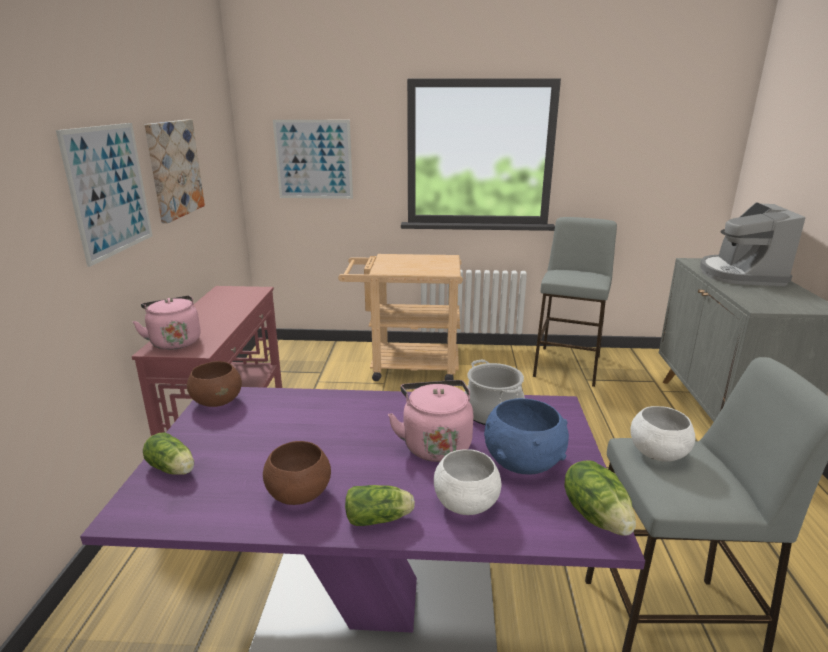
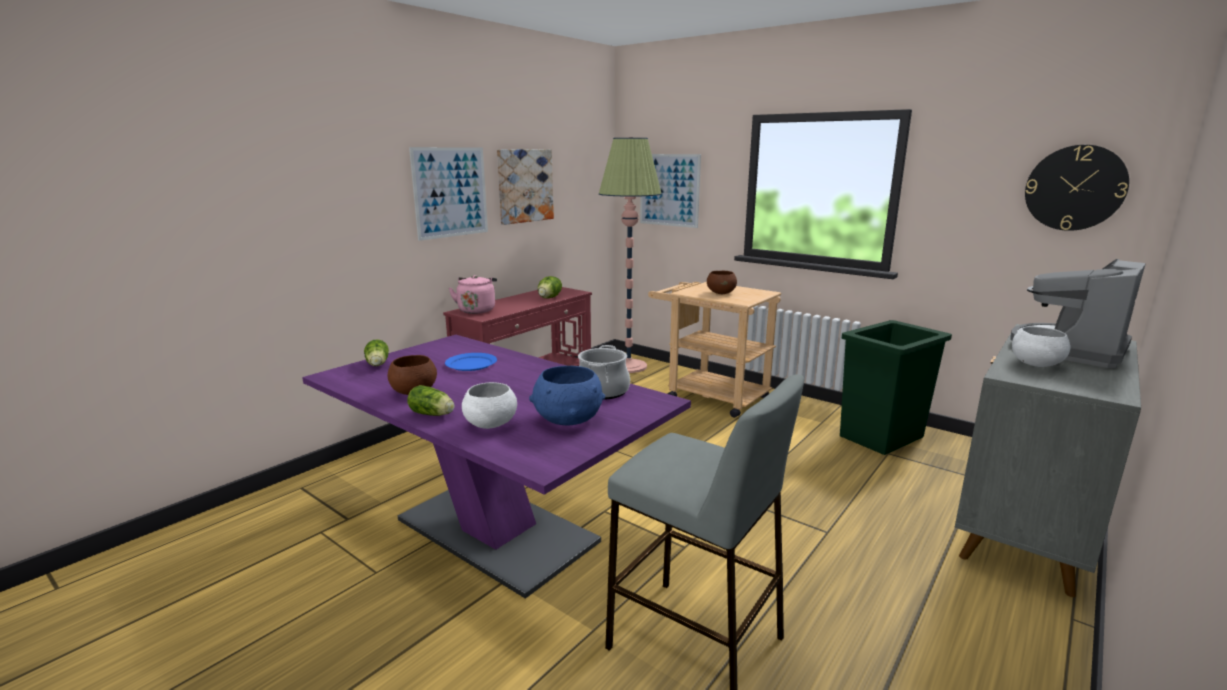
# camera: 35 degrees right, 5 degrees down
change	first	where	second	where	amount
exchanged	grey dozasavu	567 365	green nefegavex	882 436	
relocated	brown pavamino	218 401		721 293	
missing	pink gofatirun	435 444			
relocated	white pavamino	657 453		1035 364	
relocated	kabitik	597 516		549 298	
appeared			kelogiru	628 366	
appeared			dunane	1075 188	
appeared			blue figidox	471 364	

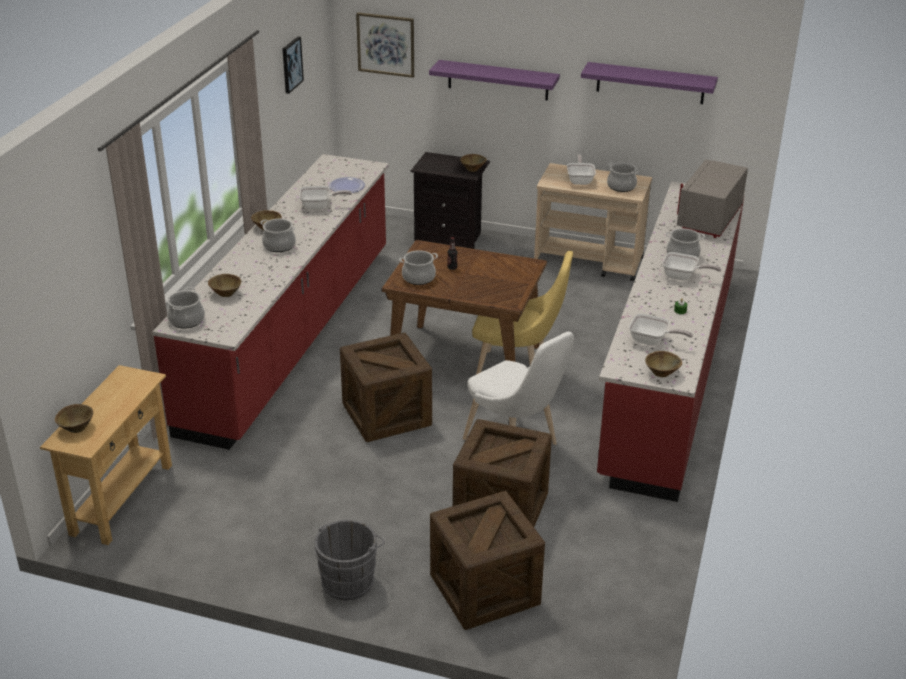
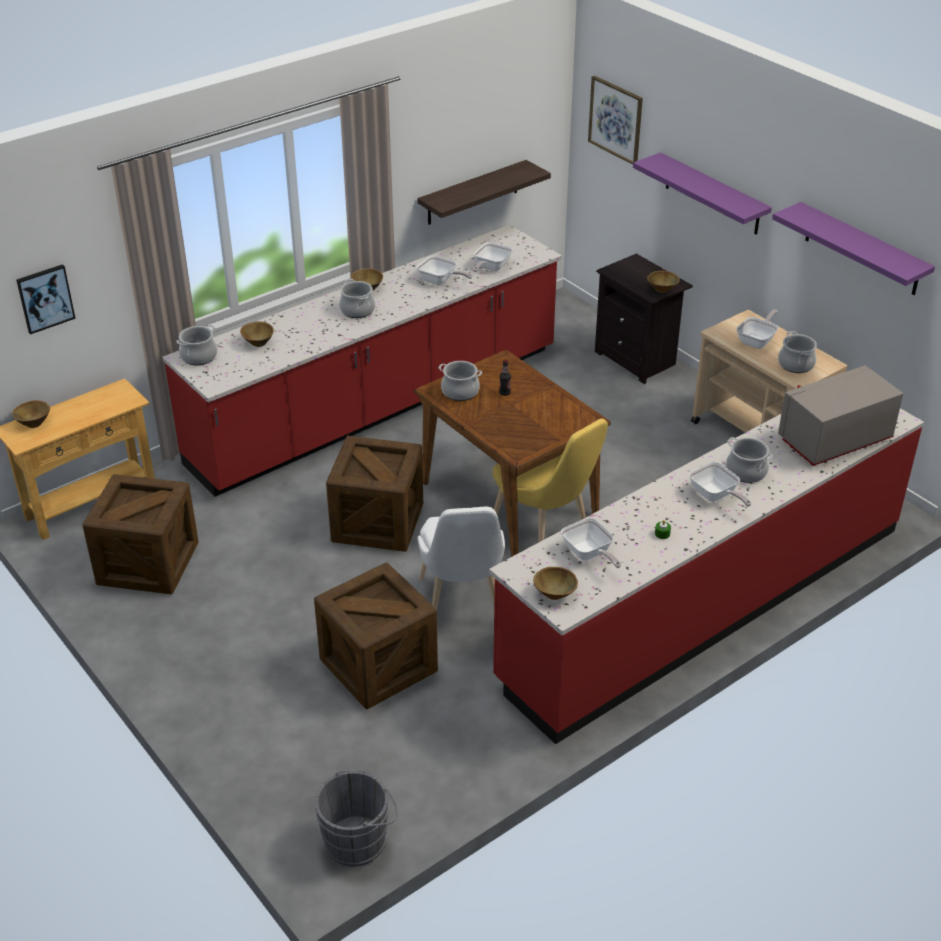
# camera: 35 degrees right, 5 degrees up
change	first	where	second	where	amount
relocated	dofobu	291 64		45 298	
exchanged	figidox	346 186	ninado	490 268	
relocated	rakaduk	484 590		148 563	
relocated	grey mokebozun	350 580		359 840	
appeared			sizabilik	473 193	

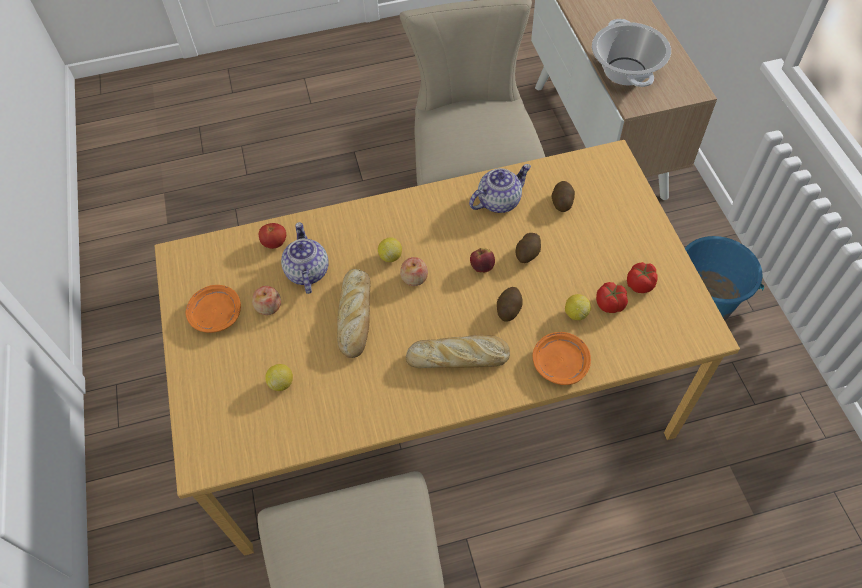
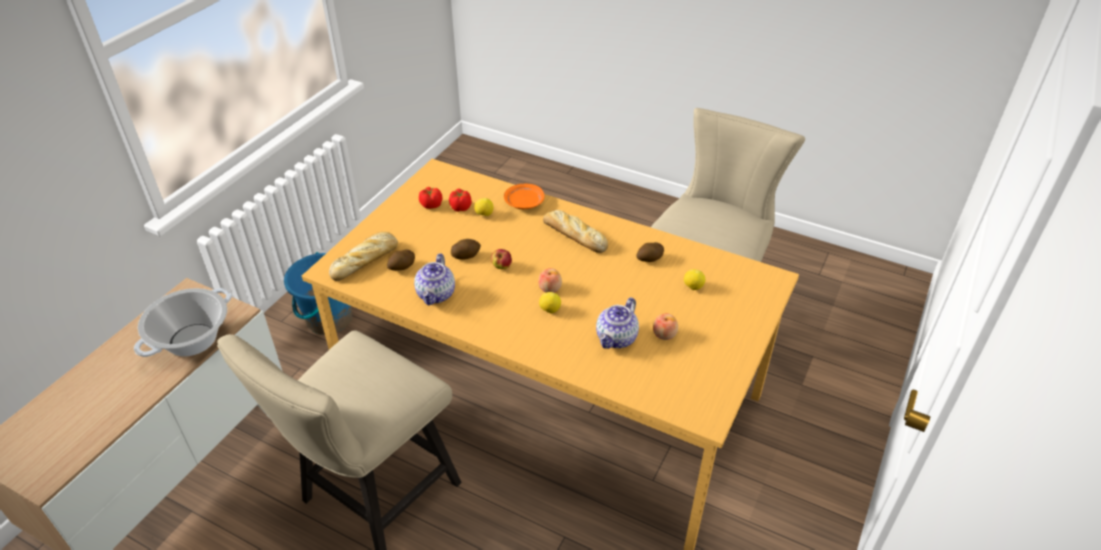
# camera: 140 degrees left, 15 degrees down
change	first	where	second	where	amount
spun	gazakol	499 201		436 294	90 degrees counterclockwise
missing	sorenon	275 243			
relocated	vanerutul	355 317		366 260	
missing	orange figidox	215 314			
relocated	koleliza	508 309		649 259	

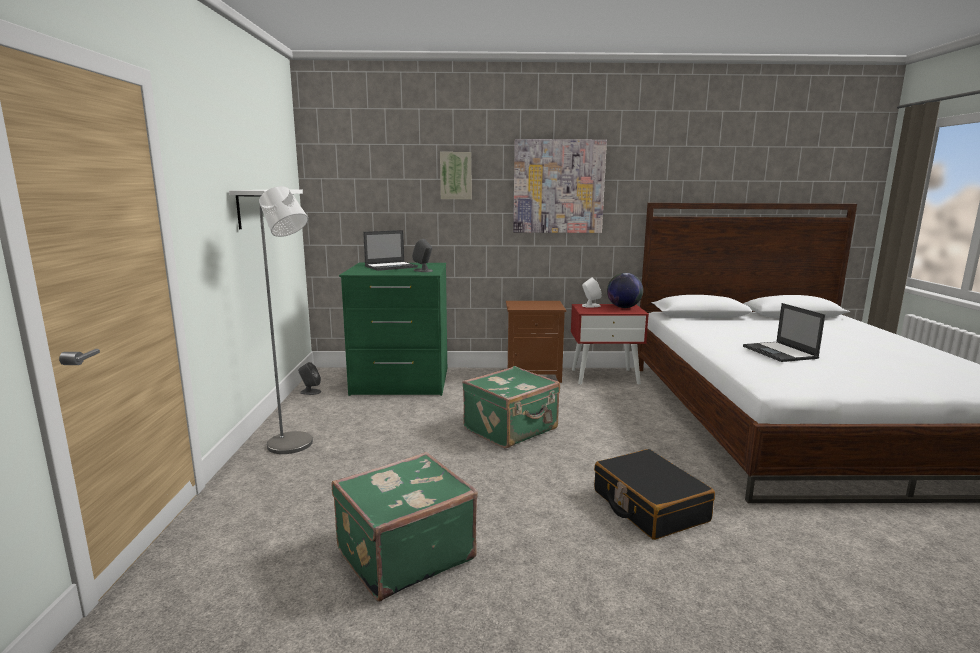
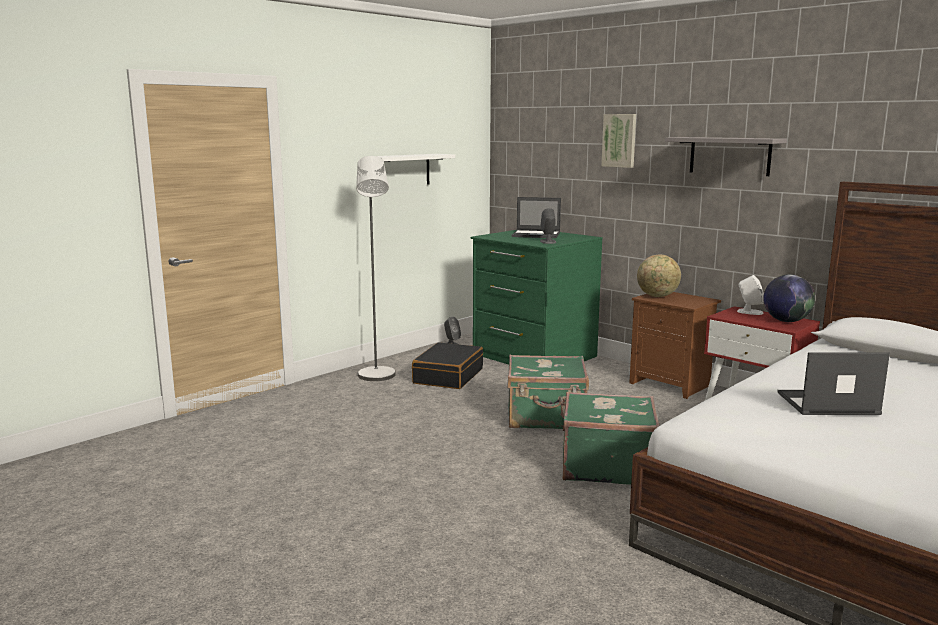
# camera: 45 degrees right, 0 degrees up
change	first	where	second	where	amount
exchanged	dofobu	558 187	grey sizabilik	729 156	
spun	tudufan	780 352		826 403	60 degrees clockwise
relocated	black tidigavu	649 506		448 376	
relocated	green tidigavu	403 553		606 466	
appeared			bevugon	657 296	

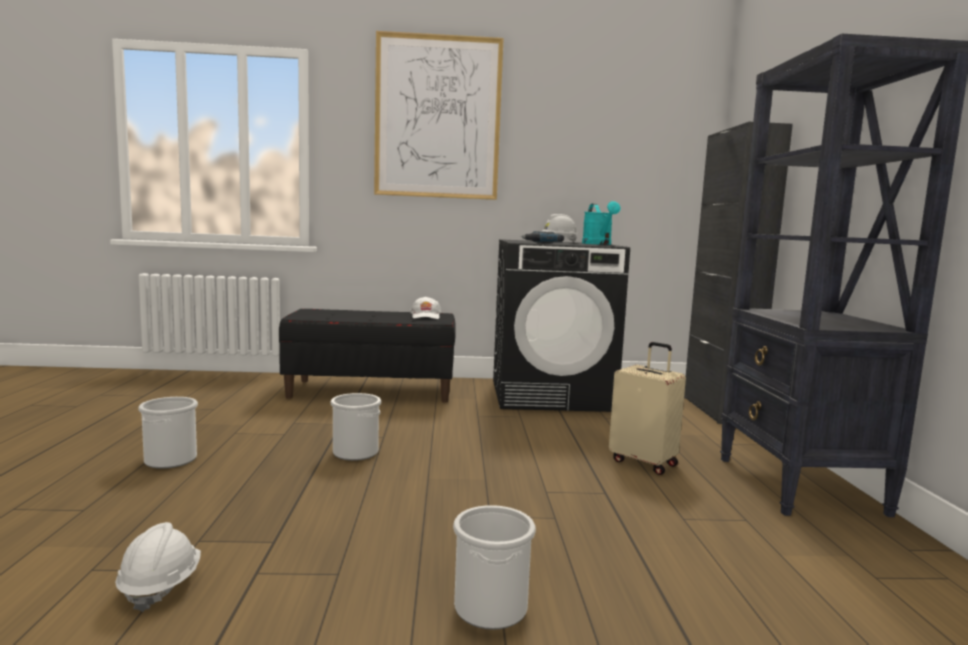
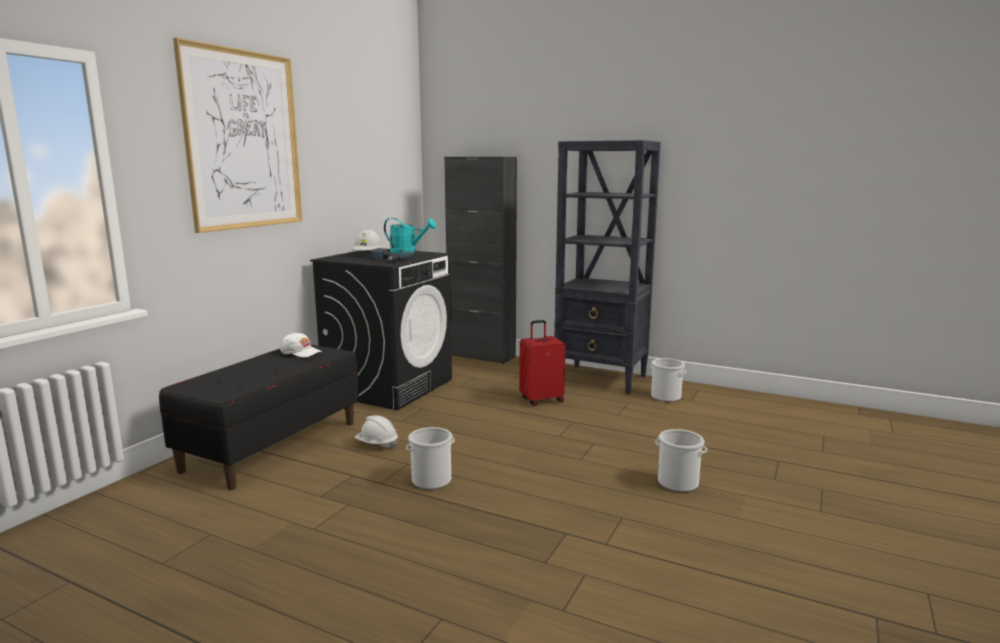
# camera: 60 degrees left, 5 degrees up
change	first	where	second	where	amount
colour	beige tidigavu	644 462	red tidigavu	541 400	
relocated	mokebozun	170 460		665 397	
relocated	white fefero	160 586		377 445	

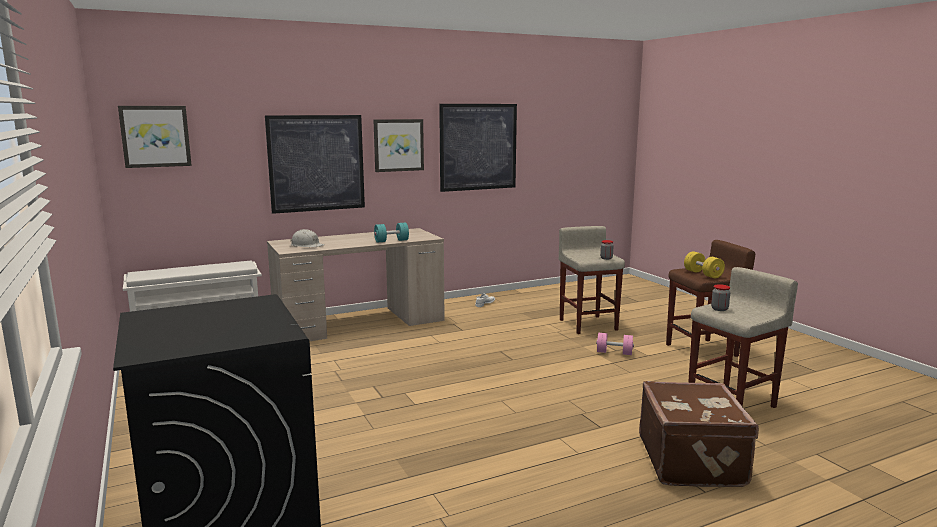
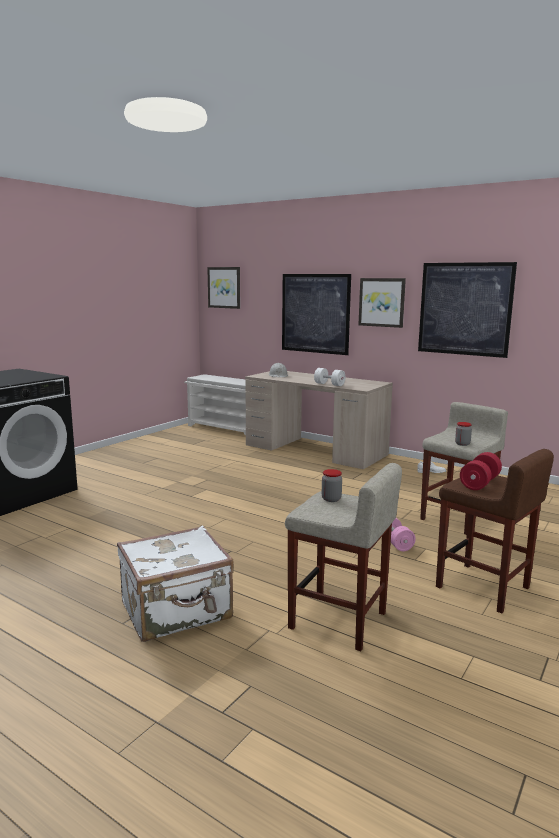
# camera: 60 degrees right, 0 degrees up
change	first	where	second	where	amount
colour	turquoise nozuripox	391 241	white nozuripox	329 384	
colour	yellow nozuripox	703 274	red nozuripox	479 483	
colour	brown tidigavu	693 461	white tidigavu	177 611	

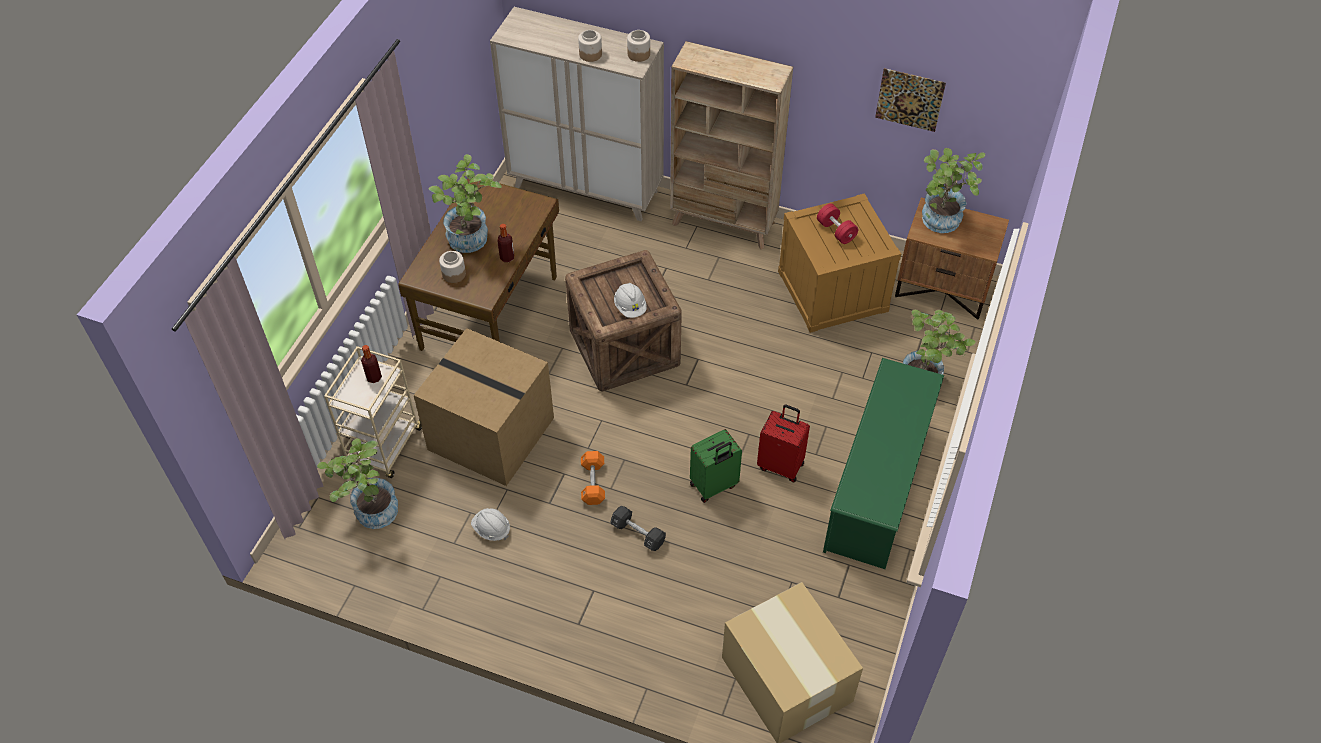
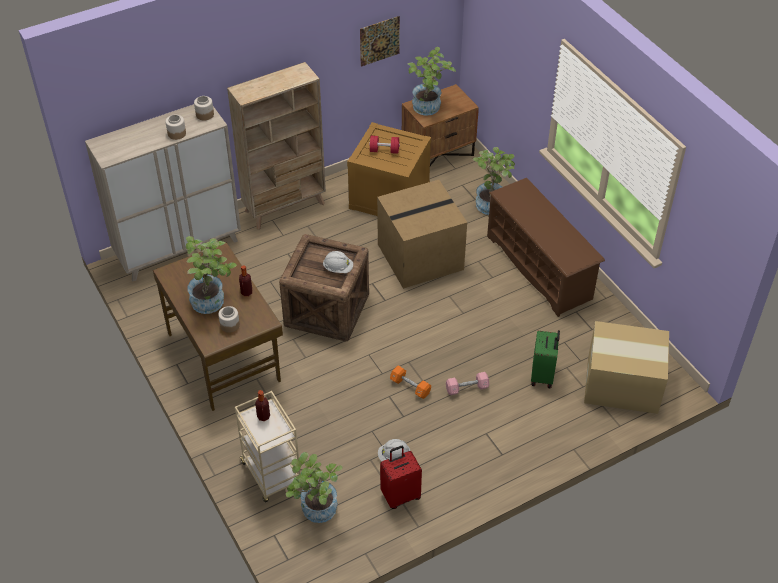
# camera: 50 degrees left, 5 degrees down
change	first	where	second	where	amount
relocated	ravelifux	493 433		421 256	
colour	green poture	877 488	brown poture	539 267	
relocated	red tidigavu	781 465		400 495	
relocated	green tidigavu	714 486		543 376	
colour	black nozuripox	638 533	pink nozuripox	467 388	

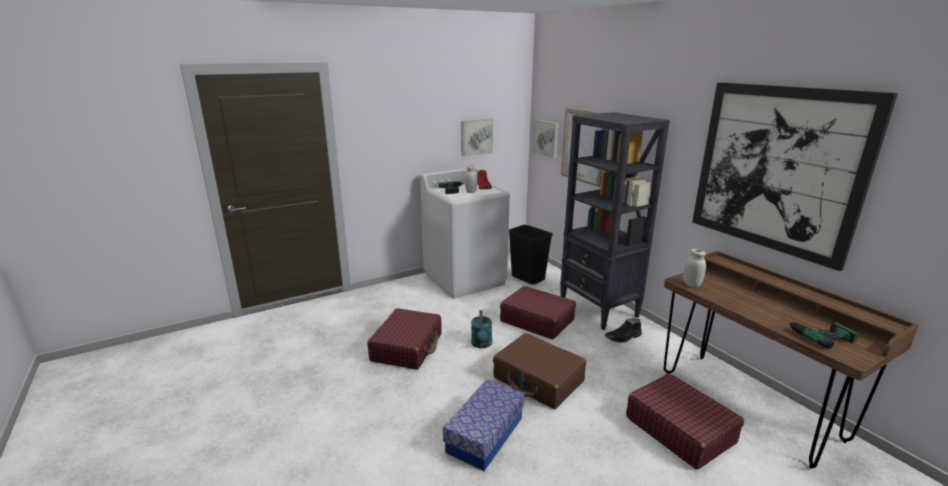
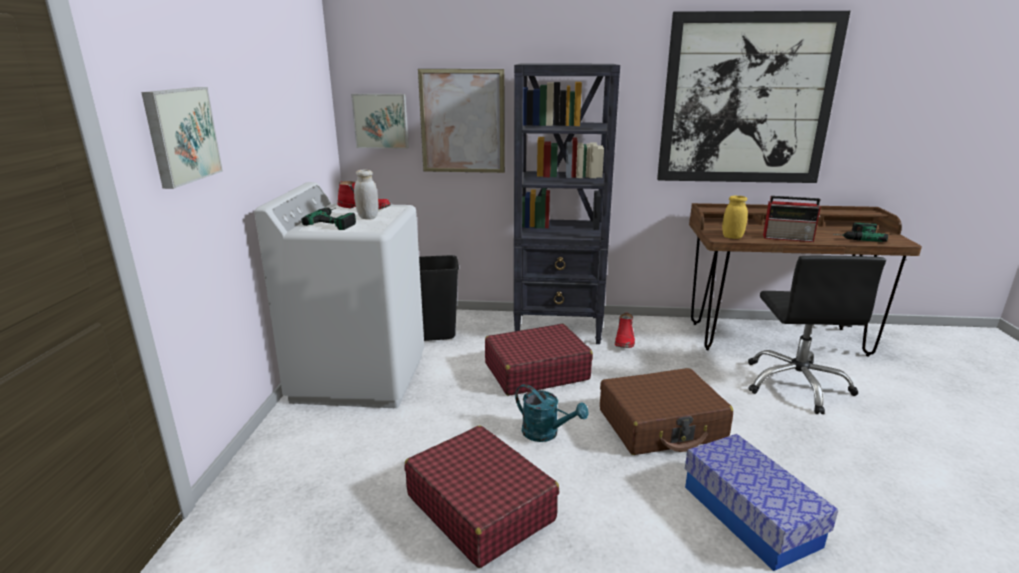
# camera: 55 degrees left, 0 degrees up
change	first	where	second	where	amount
relocated	dofobu	476 137		180 135	
colour	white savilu	691 284	yellow savilu	732 237	
colour	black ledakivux	623 337	red ledakivux	624 340	
exchanged	red tidigavu	679 429	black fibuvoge	796 385	
appeared			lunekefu	789 238	

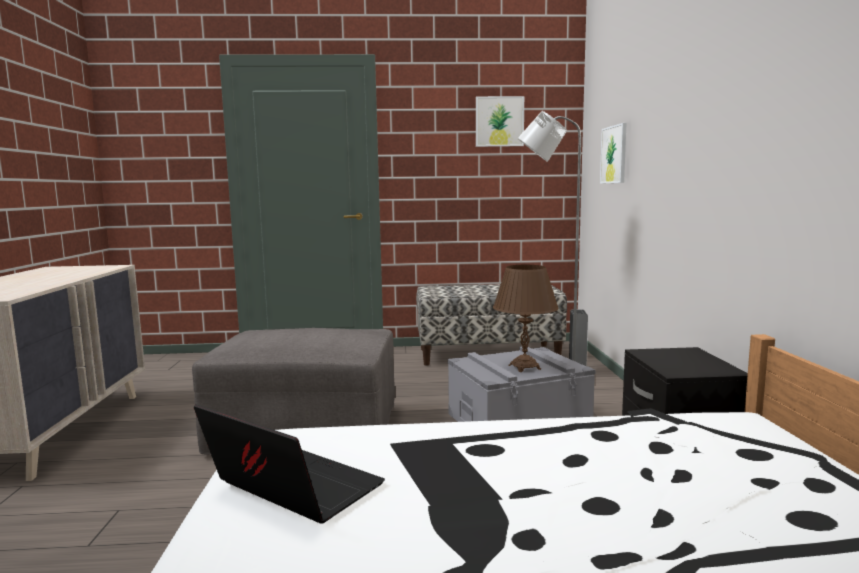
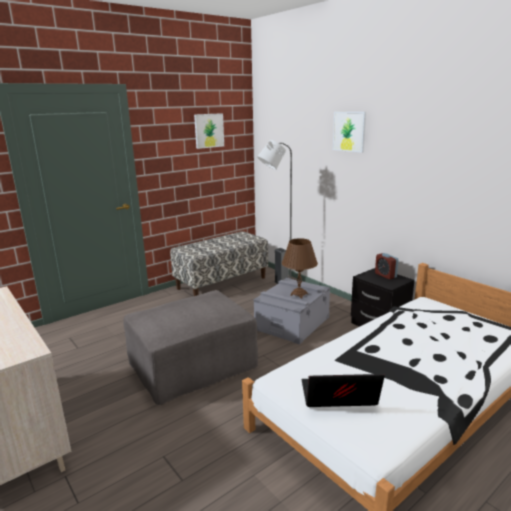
# camera: 35 degrees left, 10 degrees up
change	first	where	second	where	amount
relocated	dofobu	614 154		349 131	
appeared			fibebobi	385 275	

